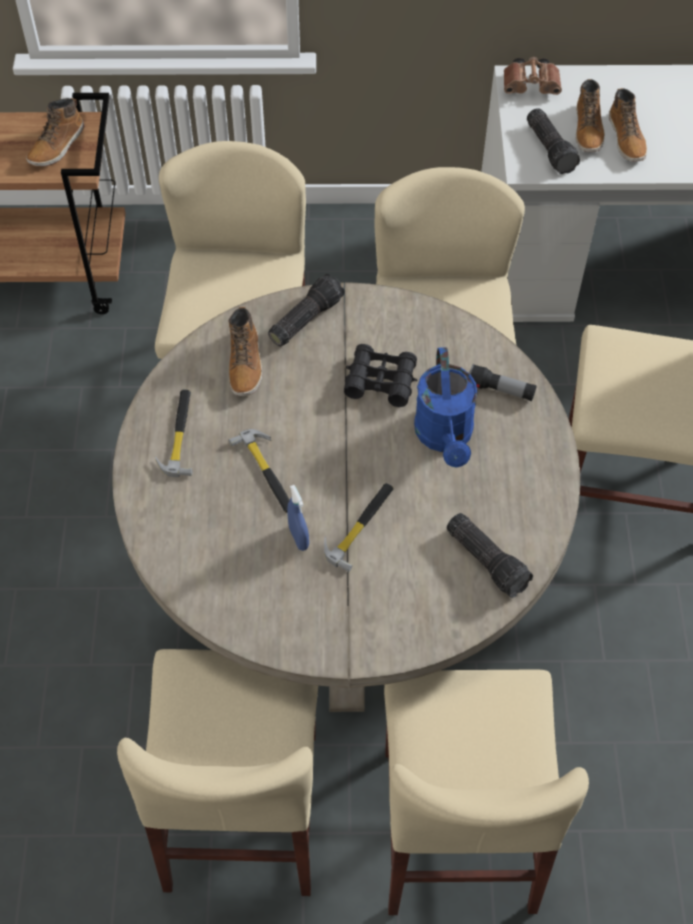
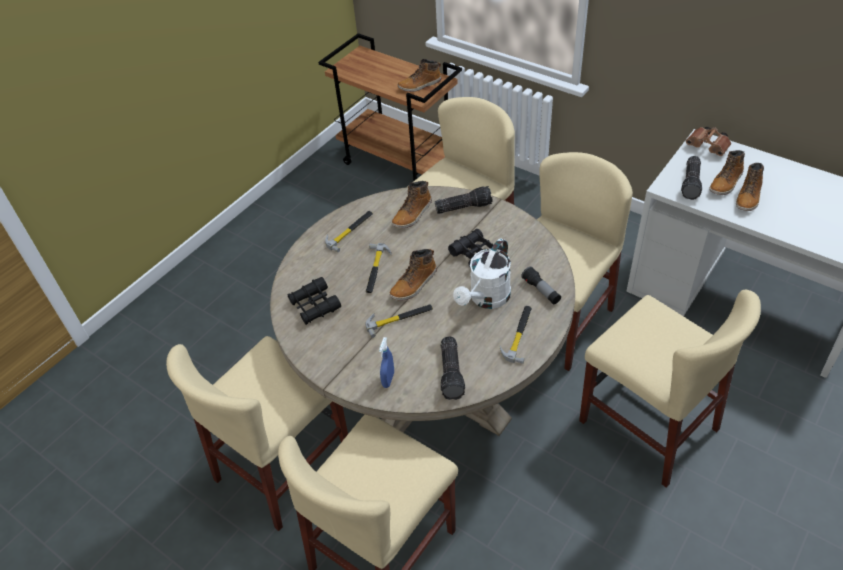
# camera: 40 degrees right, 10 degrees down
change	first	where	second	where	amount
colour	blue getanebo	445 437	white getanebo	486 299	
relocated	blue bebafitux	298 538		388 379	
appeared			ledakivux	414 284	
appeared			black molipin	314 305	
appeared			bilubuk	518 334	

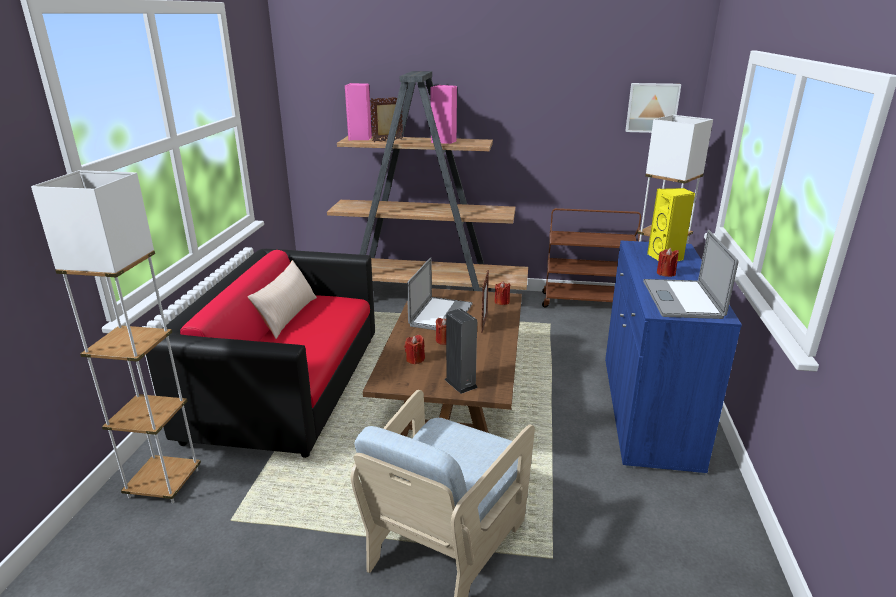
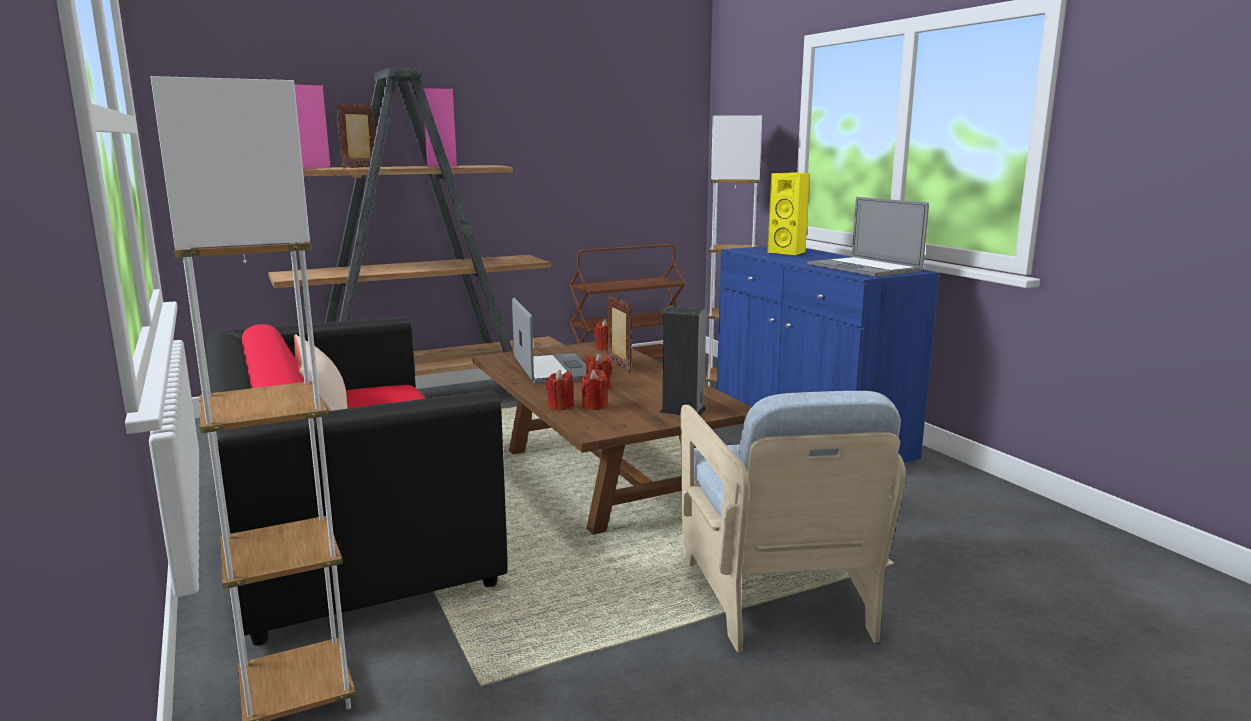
# camera: 35 degrees left, 10 degrees down
change	first	where	second	where	amount
missing	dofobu	652 107			
relocated	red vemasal	666 273		560 406	

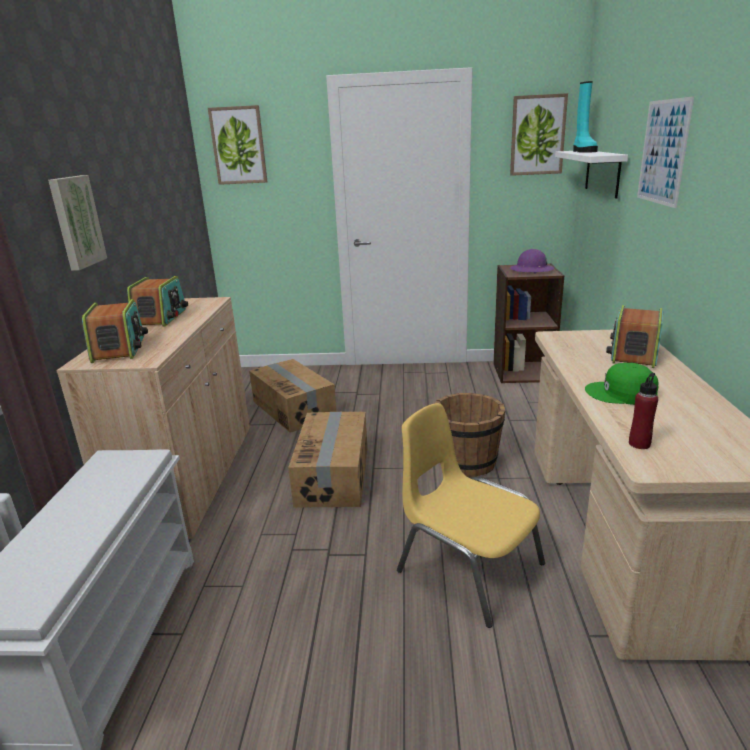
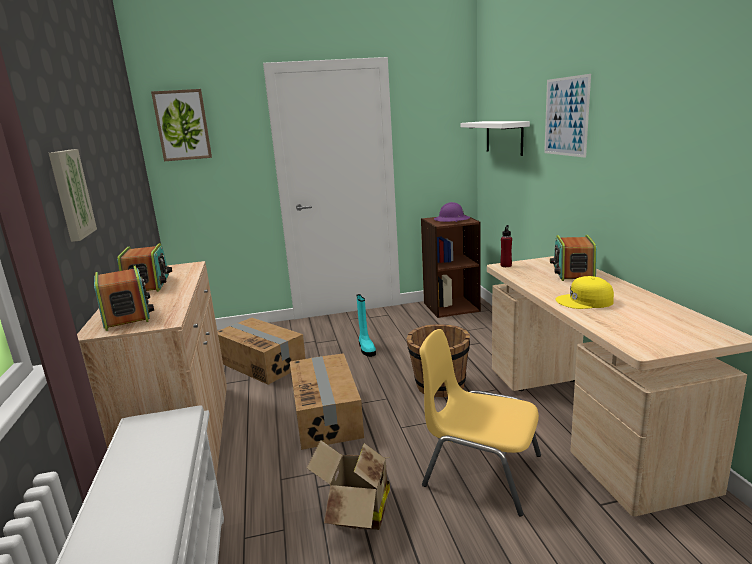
# camera: 15 degrees left, 5 degrees down
change	first	where	second	where	amount
relocated	turquoise ledakivux	583 151		366 349	
missing	dofobu	537 135			
colour	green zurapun	621 394	yellow zurapun	585 301	
relocated	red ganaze	639 444		506 265	
appeared			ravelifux	356 513	

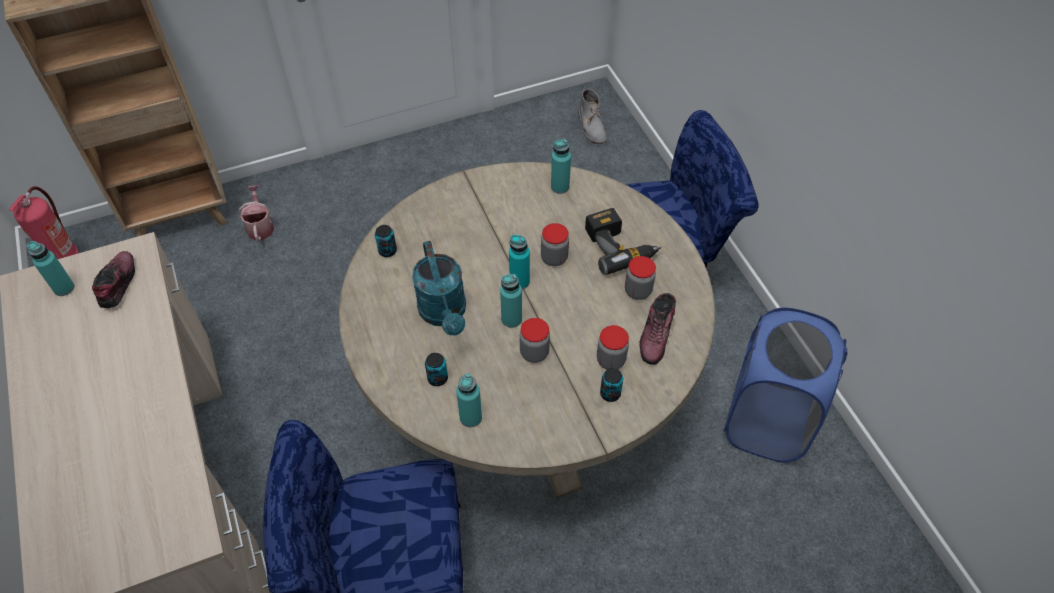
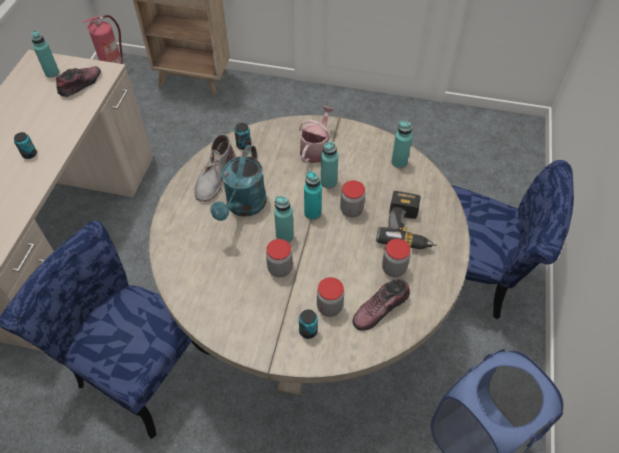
# camera: 35 degrees right, 0 degrees up
change	first	where	second	where	amount
relocated	grey ledakivux	591 126		215 177	
relocated	getanebo	260 226		316 149	
relocated	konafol	437 378		29 154	
relocated	turquoise ganaze	470 417		328 182	

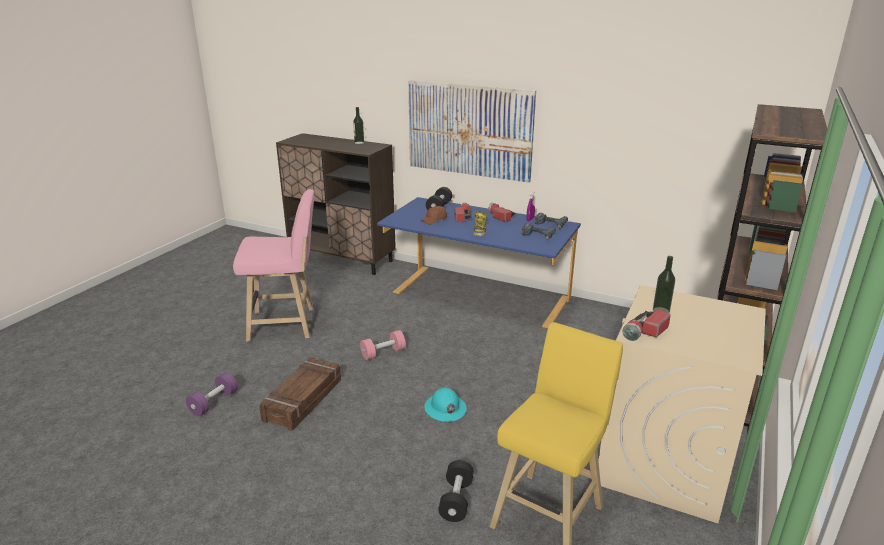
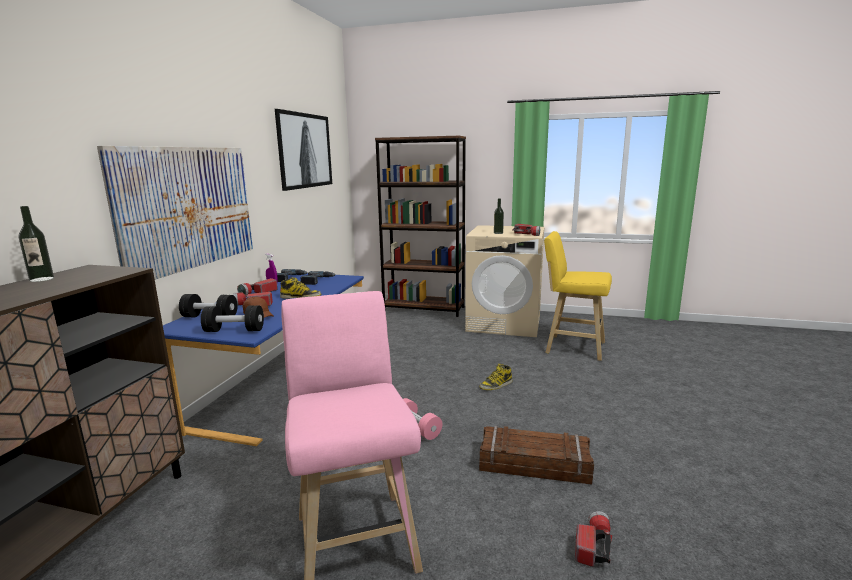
# camera: 100 degrees left, 10 degrees down
change	first	where	second	where	amount
exchanged	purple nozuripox	213 402	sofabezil	593 546	
exchanged	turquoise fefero	445 409	ledakivux	496 385	
relocated	black nozuripox	456 500		234 330	
appeared			dofobu	304 151	

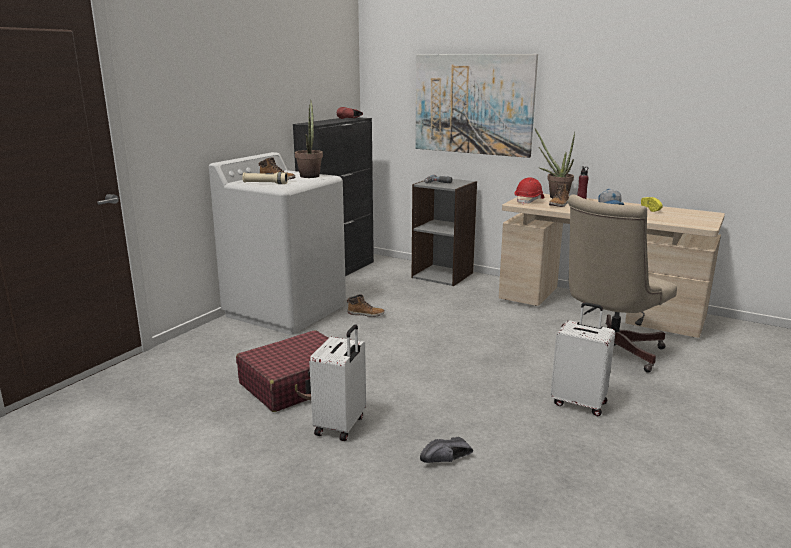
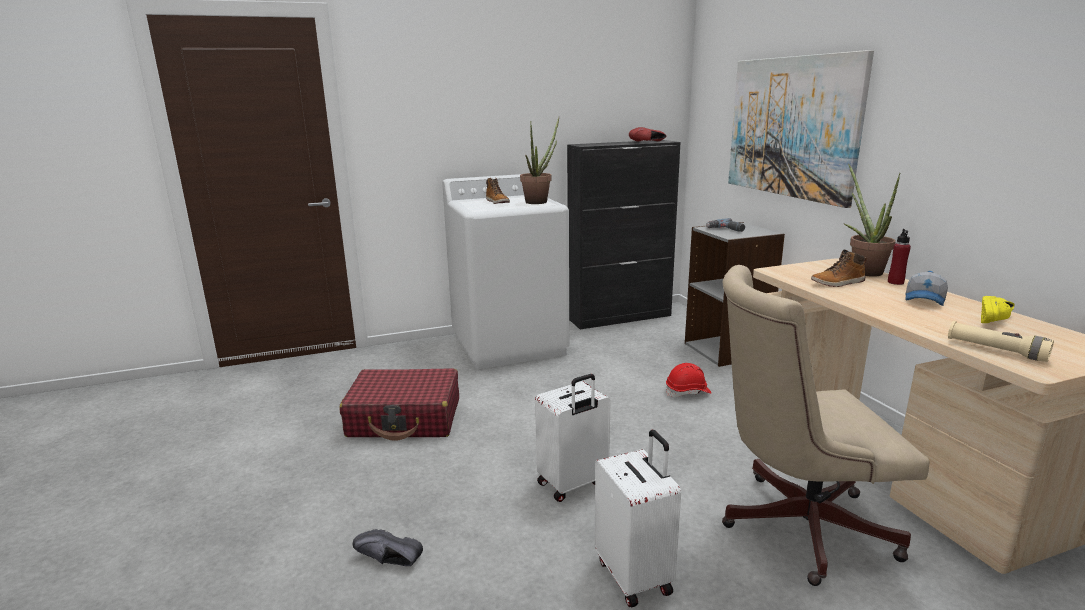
# camera: 40 degrees right, 0 degrees up
change	first	where	second	where	amount
relocated	beige sofabezil	265 183		996 350	
relocated	red fefero	529 201		688 392	
missing	ledakivux	366 314			
relocated	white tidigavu	341 426		572 484	

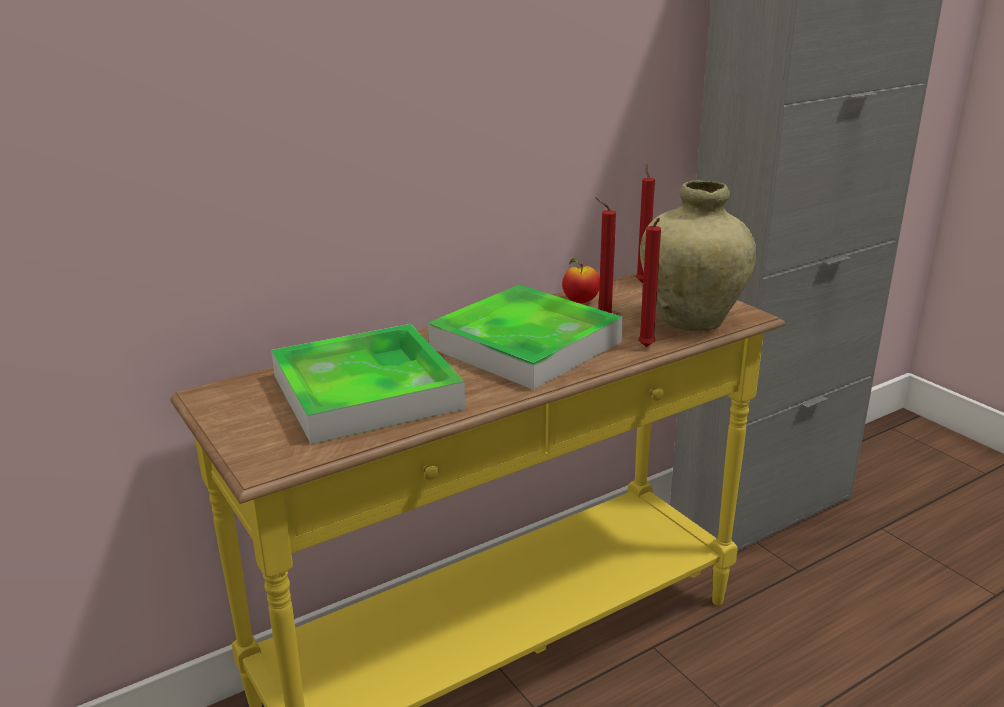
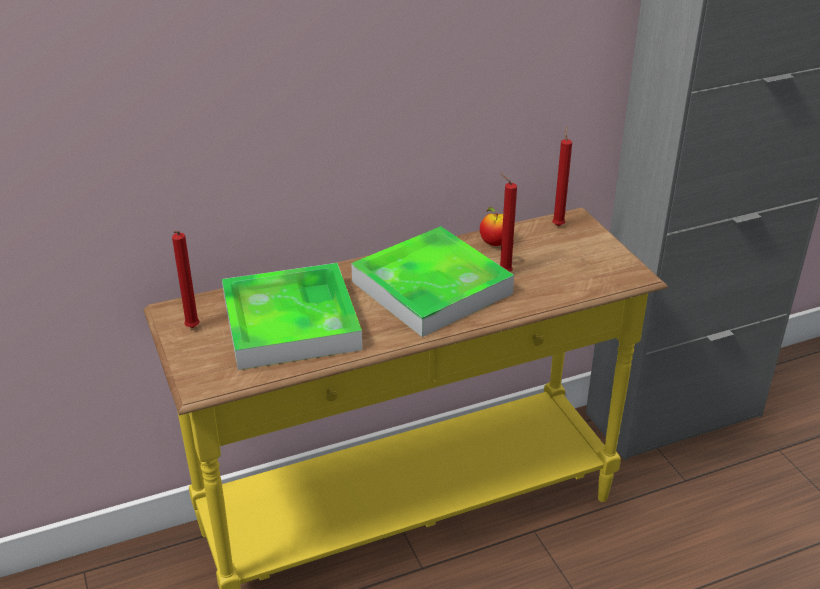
# camera: 10 degrees right, 10 degrees up
change	first	where	second	where	amount
missing	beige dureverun	691 321			
relocated	red vemasal	646 348		192 329	

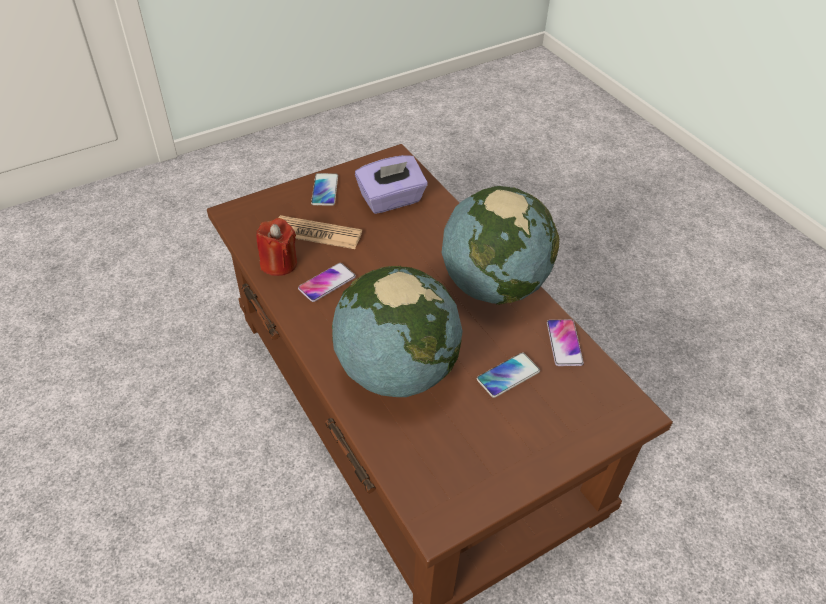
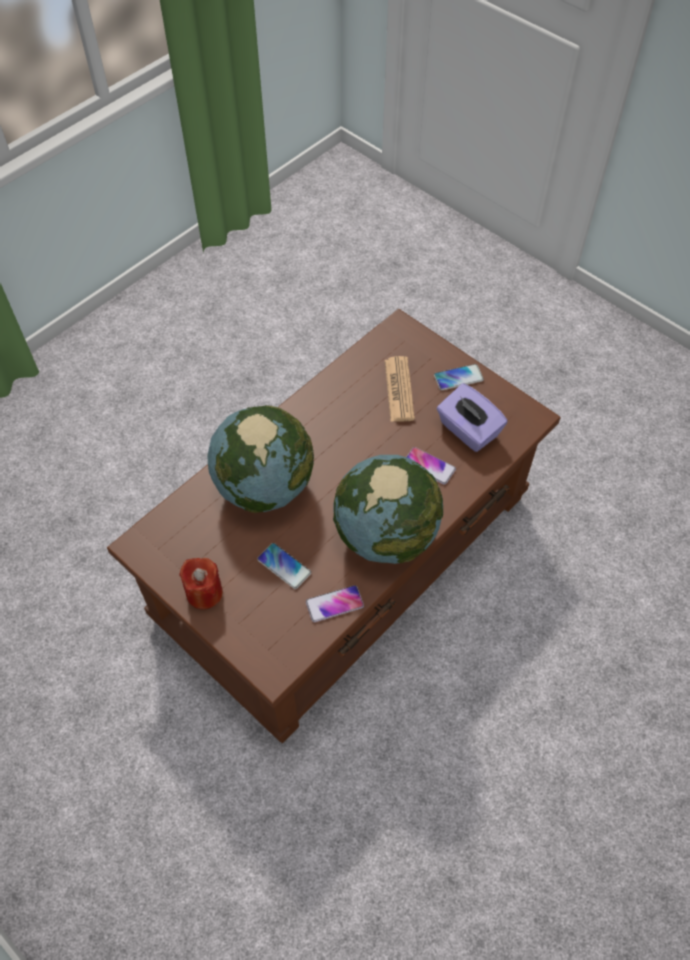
# camera: 75 degrees right, 10 degrees up
change	first	where	second	where	amount
relocated	red vemasal	279 263		204 593	
relocated	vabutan	327 283		429 466	

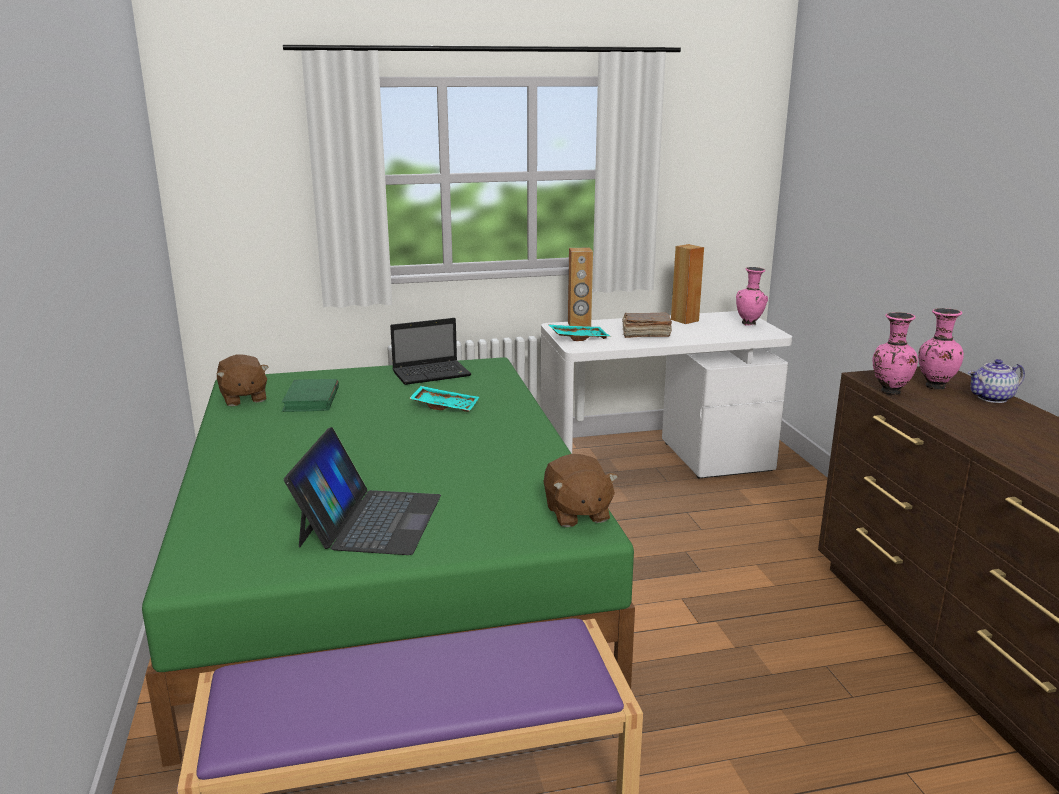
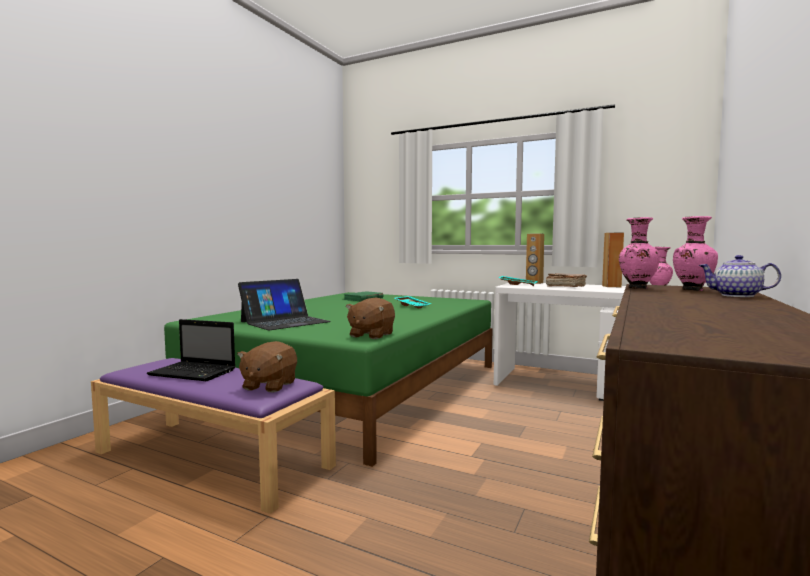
# camera: 40 degrees right, 15 degrees down
change	first	where	second	where	amount
relocated	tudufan	433 374		194 373	
relocated	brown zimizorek	243 398		269 385	

